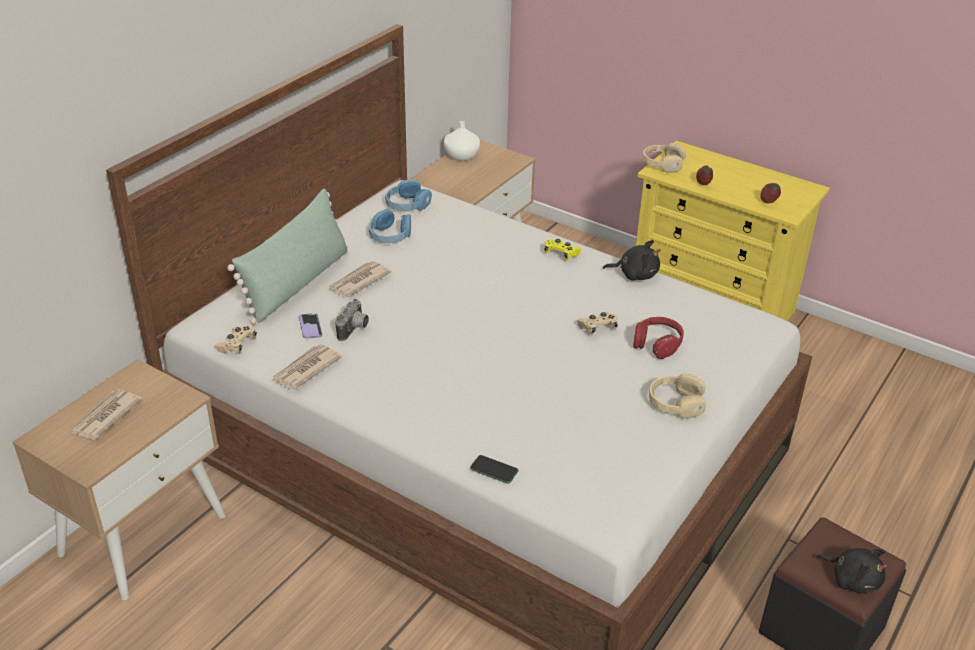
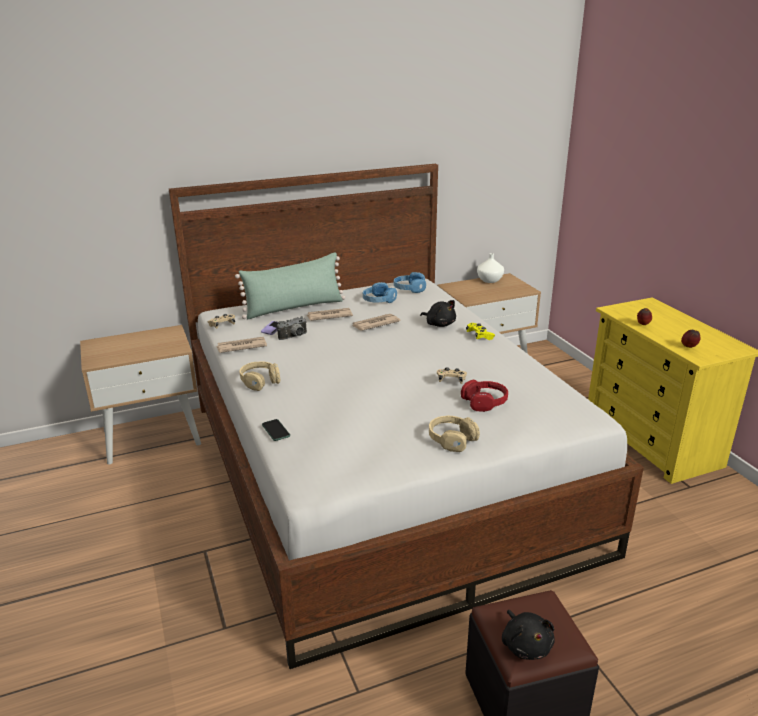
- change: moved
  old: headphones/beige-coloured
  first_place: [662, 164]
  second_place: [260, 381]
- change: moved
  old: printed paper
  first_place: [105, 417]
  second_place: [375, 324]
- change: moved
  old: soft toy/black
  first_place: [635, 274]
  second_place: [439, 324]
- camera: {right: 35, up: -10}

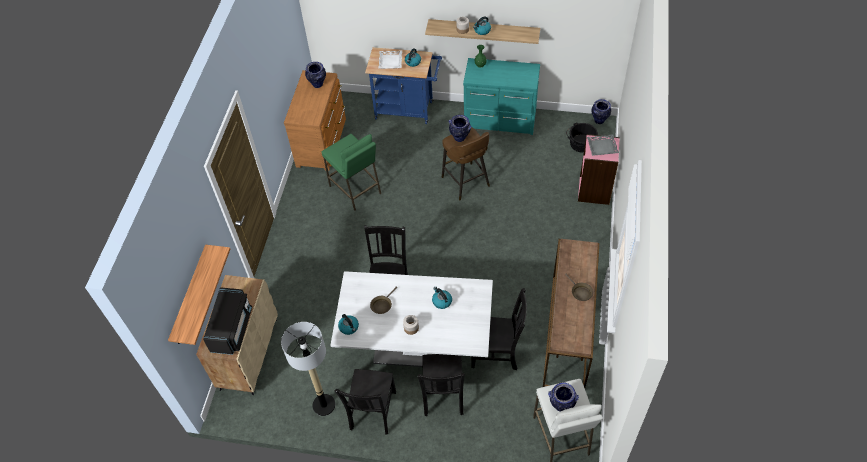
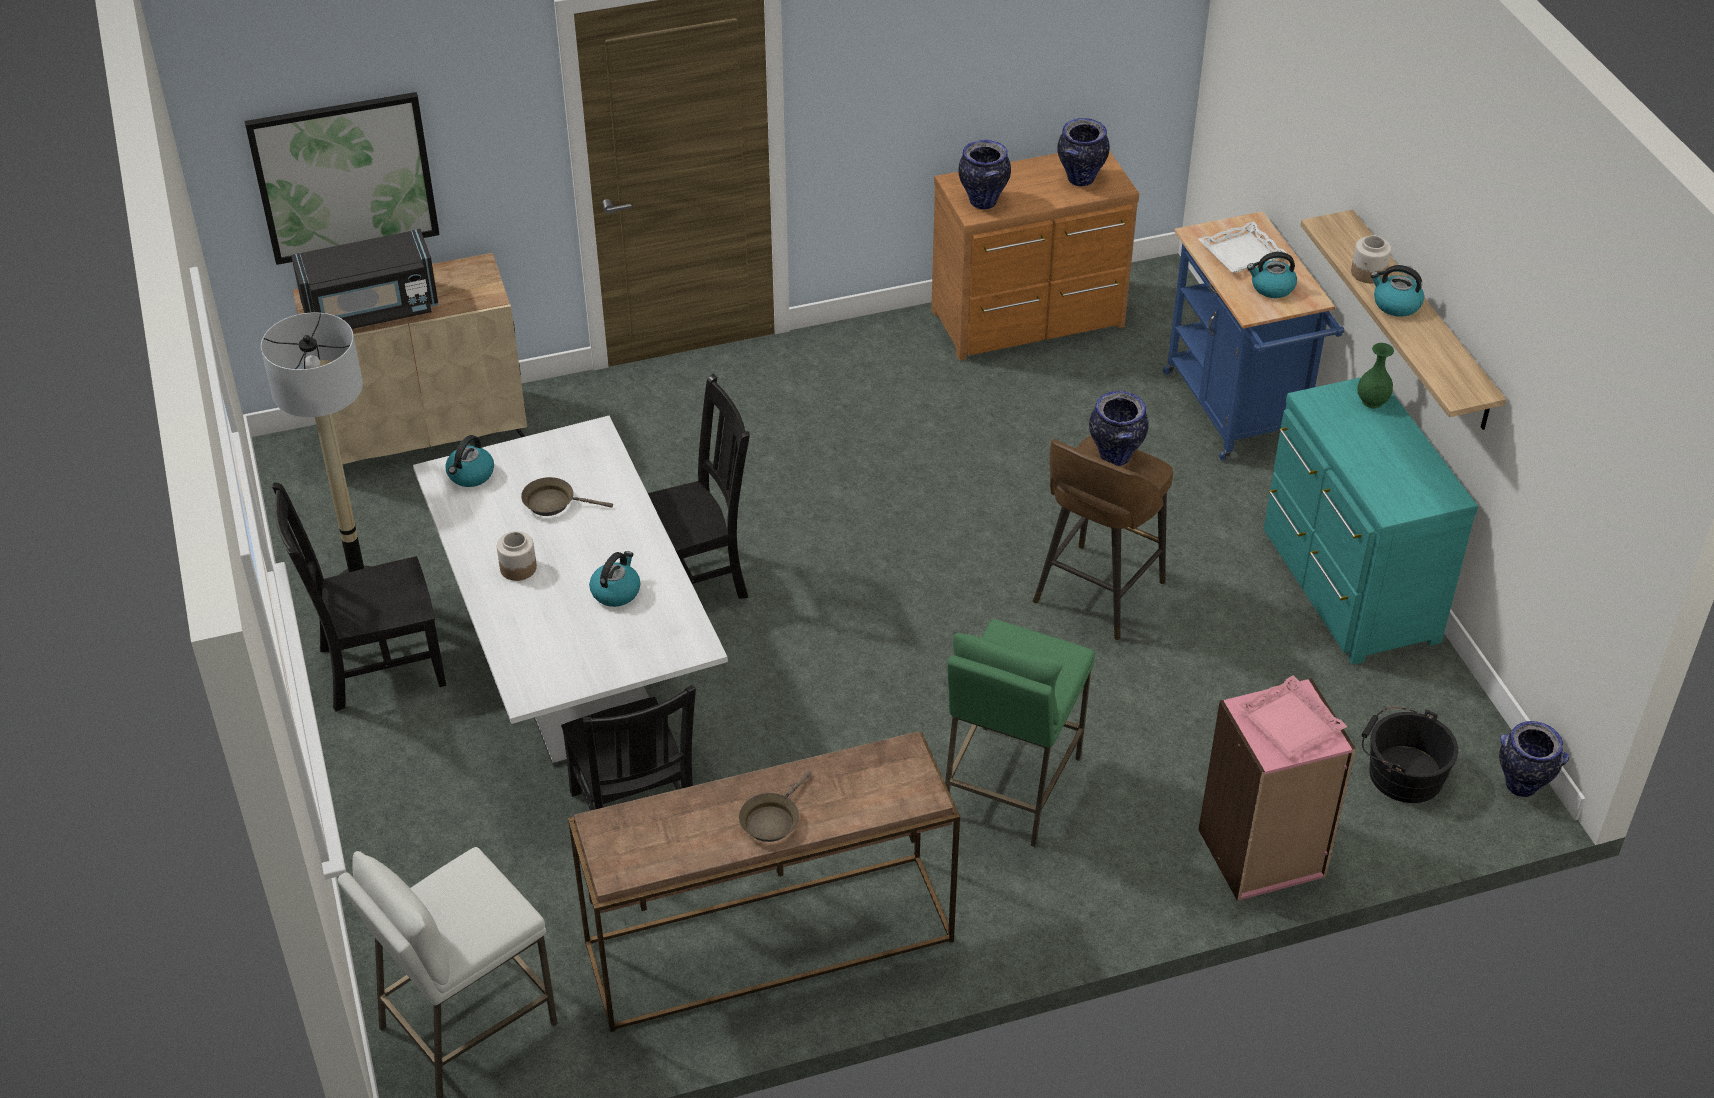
- change: replaced
  old: shelf
  new: picture
  first_place: [190, 296]
  second_place: [344, 177]
- change: moved
  old: sitting stool/greenish
  first_place: [355, 190]
  second_place: [1010, 786]
- change: moved
  old: flower vase
  first_place: [561, 406]
  second_place: [982, 202]
- change: recoloured
  old: carrying tray/grey
  new: carrying tray/pinkish
  first_place: [602, 147]
  second_place: [1289, 723]
- change: removed
  old: upright chair/black
  first_place: [443, 395]
- camera: {right: 60, up: -10}

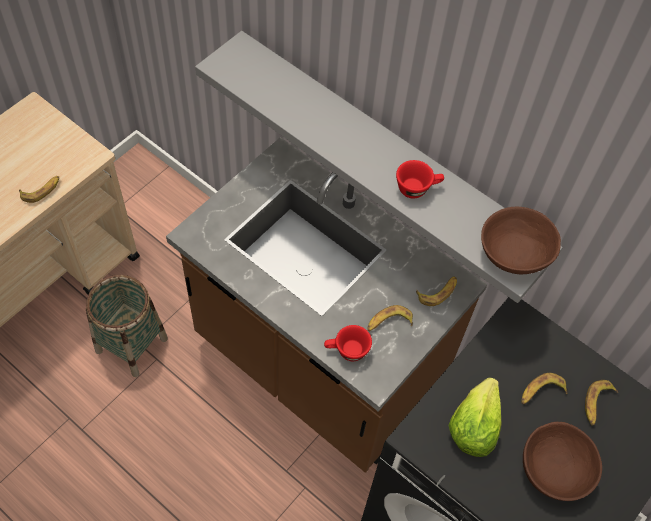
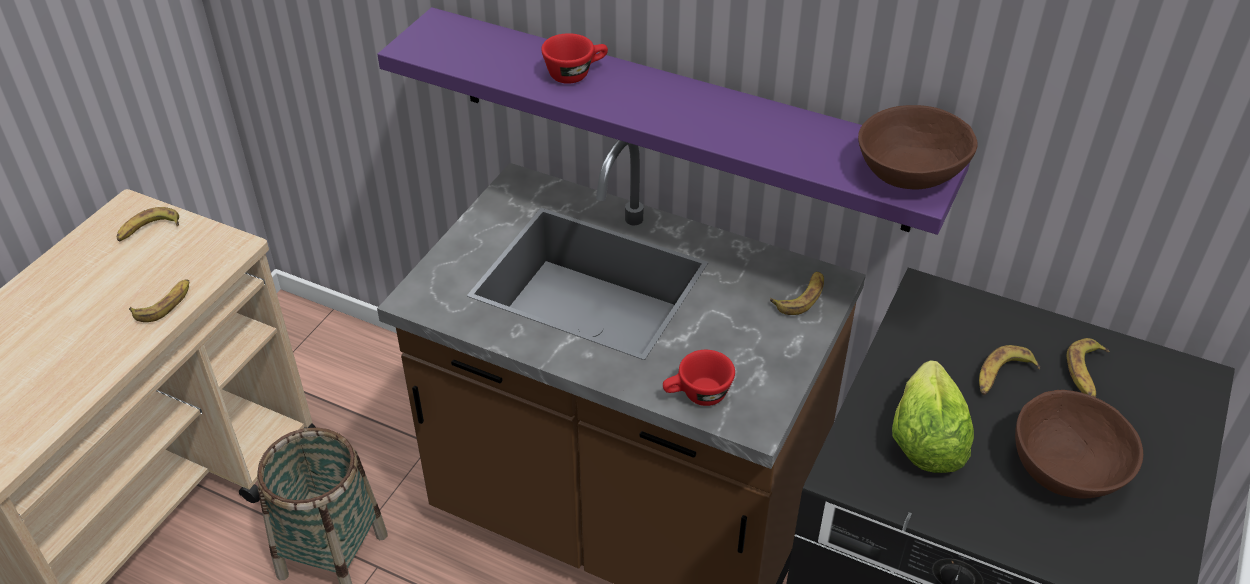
- change: moved
  old: banana fruit
  first_place: [388, 322]
  second_place: [149, 230]
- change: recoloured
  old: shelf/grey
  new: shelf/purple-coloured
  first_place: [387, 153]
  second_place: [678, 119]
- change: moved
  old: drinking cup/red
  first_place: [417, 188]
  second_place: [575, 73]
- camera: {right: -10, up: -15}

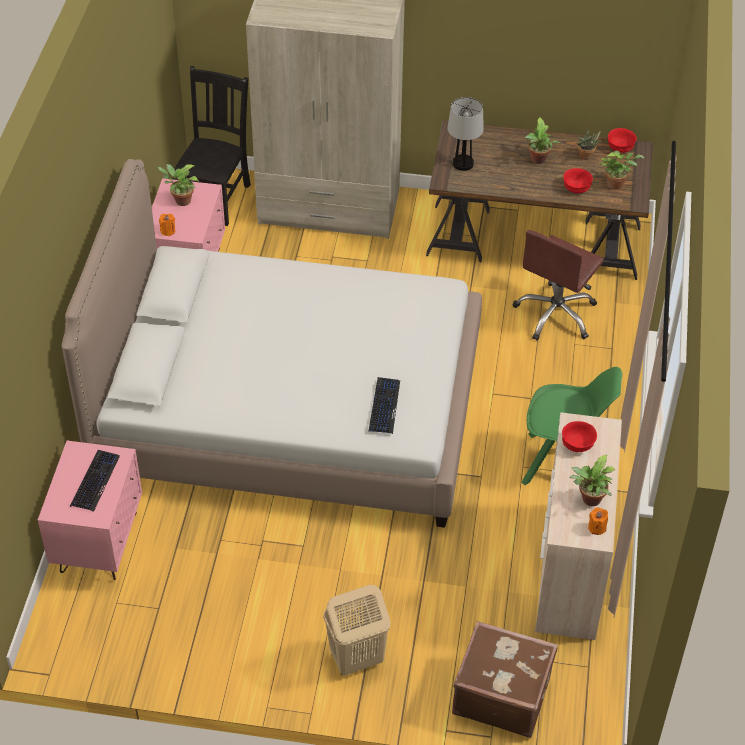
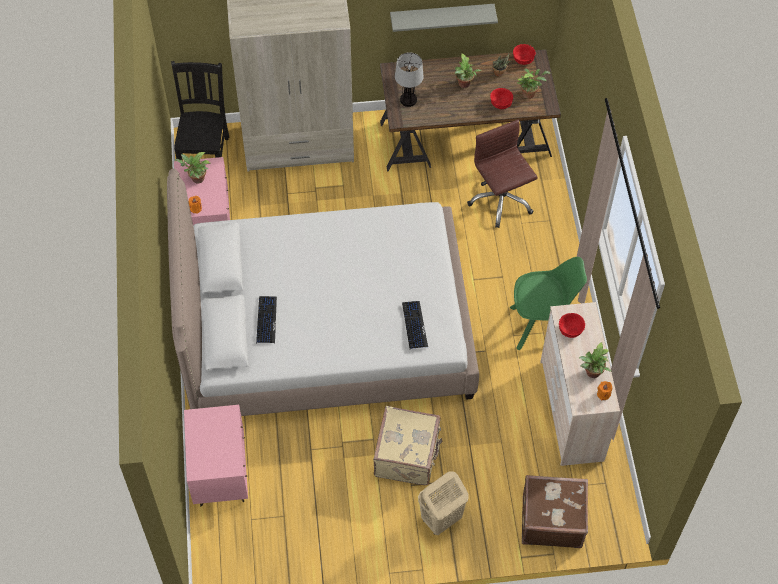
- change: moved
  old: PC keyboard
  first_place: [95, 481]
  second_place: [266, 320]
- change: added
  new: suitcase/beige-coloured
  second_place: [408, 455]
- change: added
  new: shelf/grey
  second_place: [441, 17]
- change: turned
  old: desk chair/brown
  first_place: [556, 314]
  second_place: [500, 200]
  degrees: 135
- camera: {right: -15, up: 10}

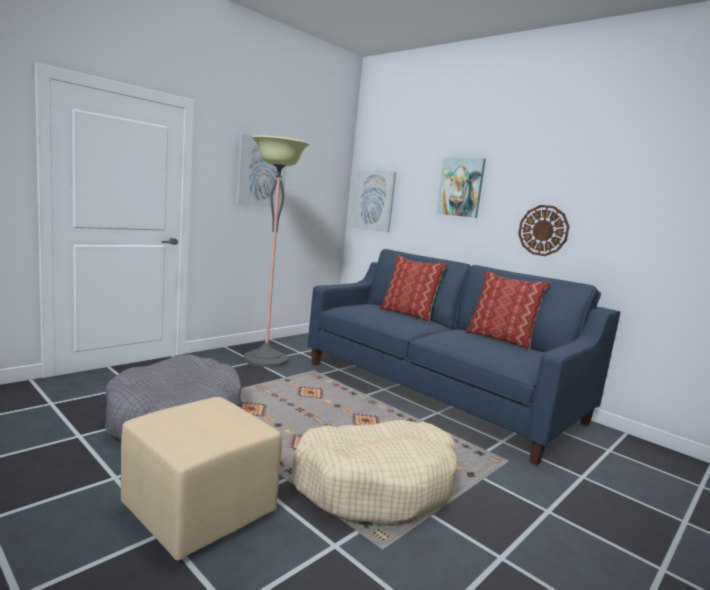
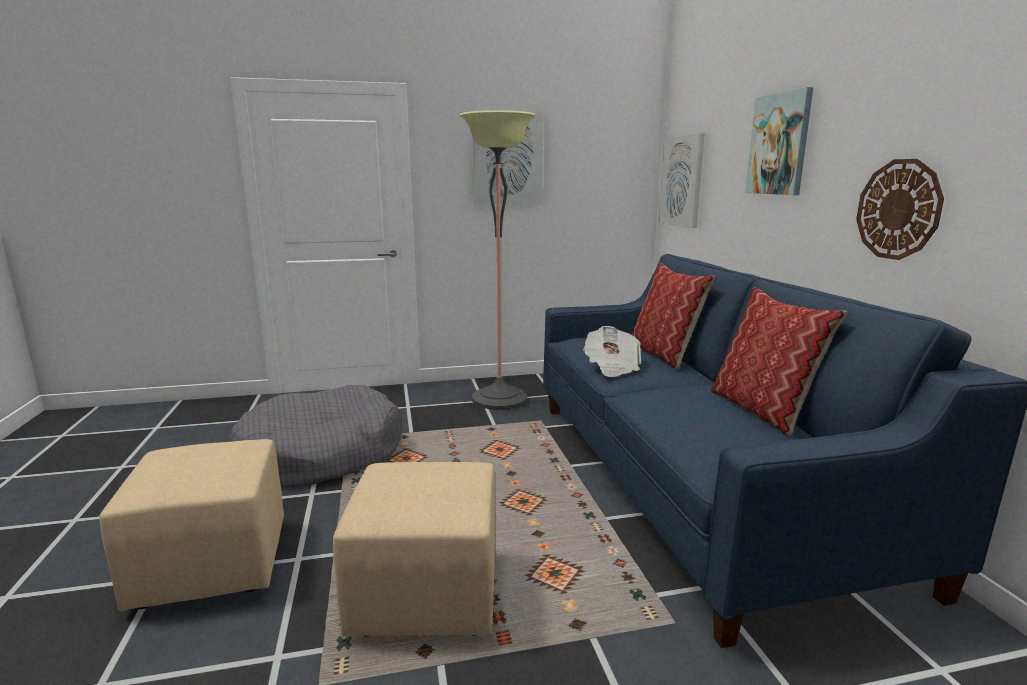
- change: replaced
  old: pet bed/beige-coloured
  new: pouffe/beige-coloured
  first_place: [376, 484]
  second_place: [424, 594]
- change: added
  new: printed paper
  second_place: [612, 367]
- camera: {right: 35, up: 5}

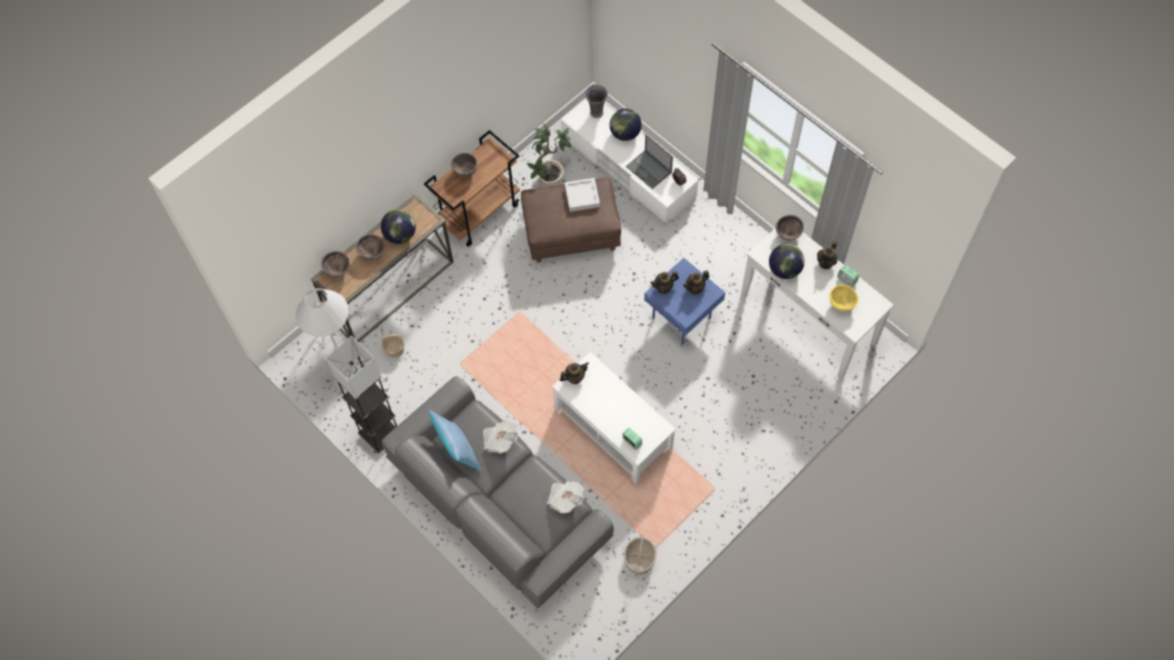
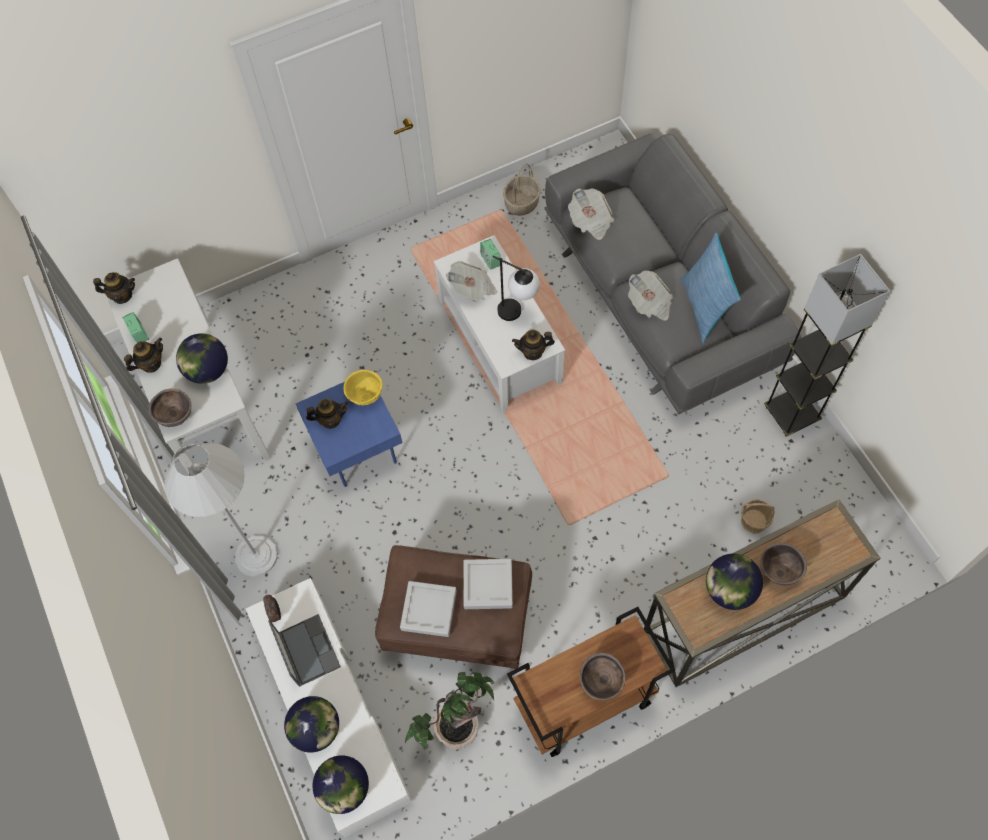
- change: moved
  old: pot for tea
  first_place: [664, 287]
  second_place: [122, 295]
- change: moved
  old: standard lamp/whitish
  first_place: [348, 376]
  second_place: [256, 556]
- change: replaced
  old: flower vase/grey
  new: world globe
  first_place: [596, 112]
  second_place: [344, 788]
- change: moved
  old: deep dish/yellow
  first_place: [841, 304]
  second_place: [365, 396]
- change: added
  new: printed paper
  second_place: [472, 289]
- change: added
  new: carrying tray/grey
  second_place: [488, 585]
- change: added
  new: table lamp
  second_place: [518, 315]
- change: removed
  old: deep dish/brown
  first_place: [338, 270]
- camera: {right: -160, up: 0}

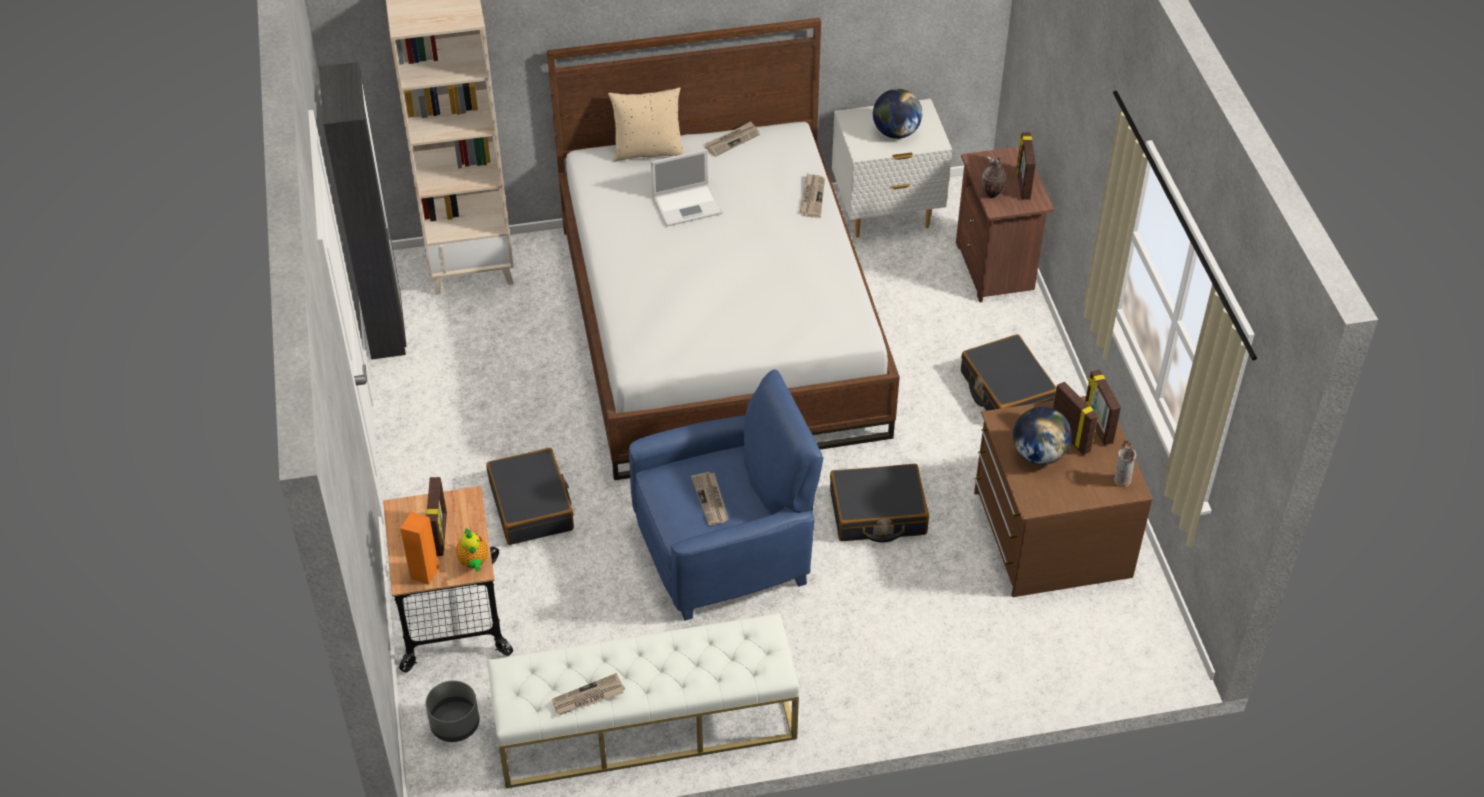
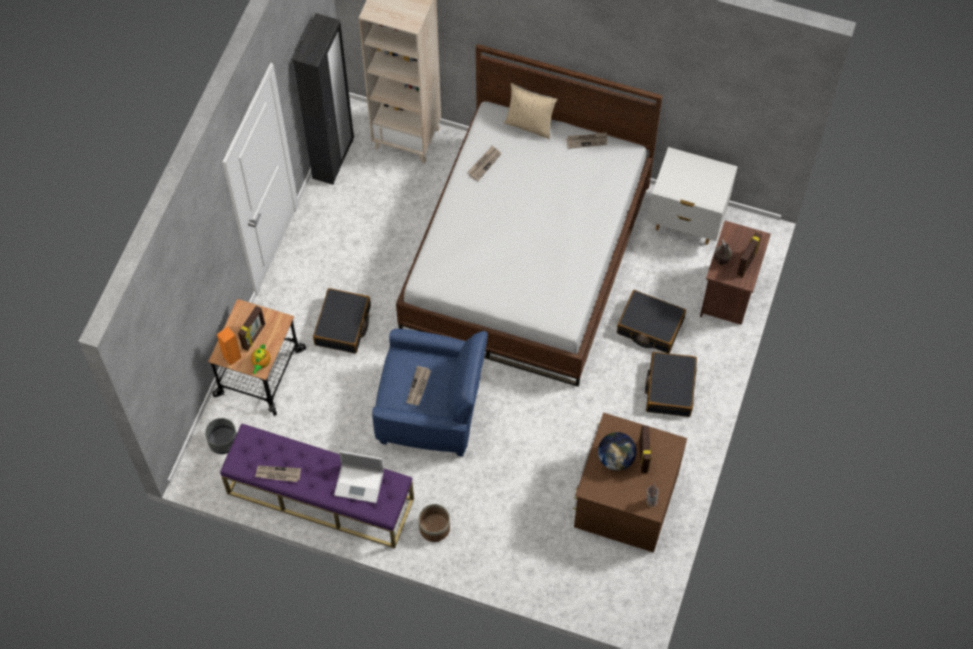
- change: recoloured
  old: indoor bench/whitish
  new: indoor bench/purple-coloured
  first_place: [645, 725]
  second_place: [320, 496]
- change: moved
  old: notebook computer
  first_place: [688, 205]
  second_place: [360, 483]
- change: added
  new: flower pot
  second_place: [434, 528]
- change: moved
  old: printed paper
  first_place: [812, 197]
  second_place: [484, 163]
- change: moved
  old: suitcase/black
  first_place: [877, 513]
  second_place: [650, 326]
- change: removed
  old: world globe
  first_place: [895, 132]
- change: removed
  old: standing frame
  first_place: [1097, 426]
- camera: {right: 30, up: 15}

